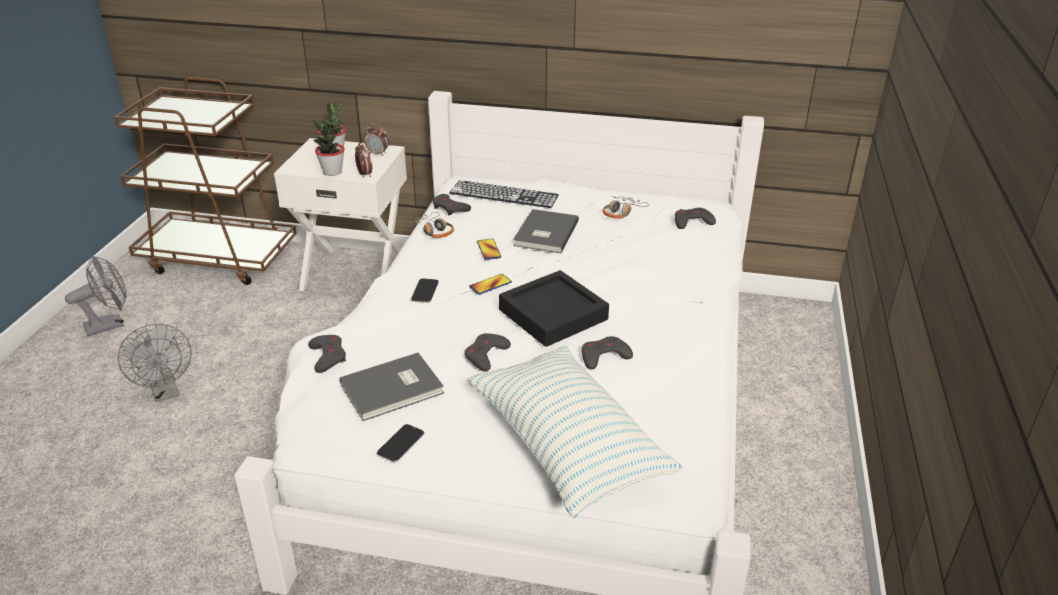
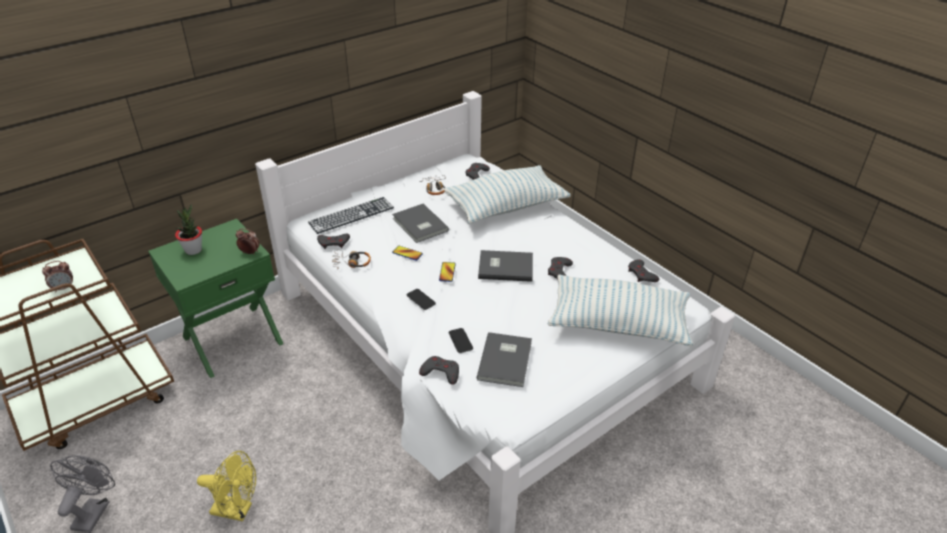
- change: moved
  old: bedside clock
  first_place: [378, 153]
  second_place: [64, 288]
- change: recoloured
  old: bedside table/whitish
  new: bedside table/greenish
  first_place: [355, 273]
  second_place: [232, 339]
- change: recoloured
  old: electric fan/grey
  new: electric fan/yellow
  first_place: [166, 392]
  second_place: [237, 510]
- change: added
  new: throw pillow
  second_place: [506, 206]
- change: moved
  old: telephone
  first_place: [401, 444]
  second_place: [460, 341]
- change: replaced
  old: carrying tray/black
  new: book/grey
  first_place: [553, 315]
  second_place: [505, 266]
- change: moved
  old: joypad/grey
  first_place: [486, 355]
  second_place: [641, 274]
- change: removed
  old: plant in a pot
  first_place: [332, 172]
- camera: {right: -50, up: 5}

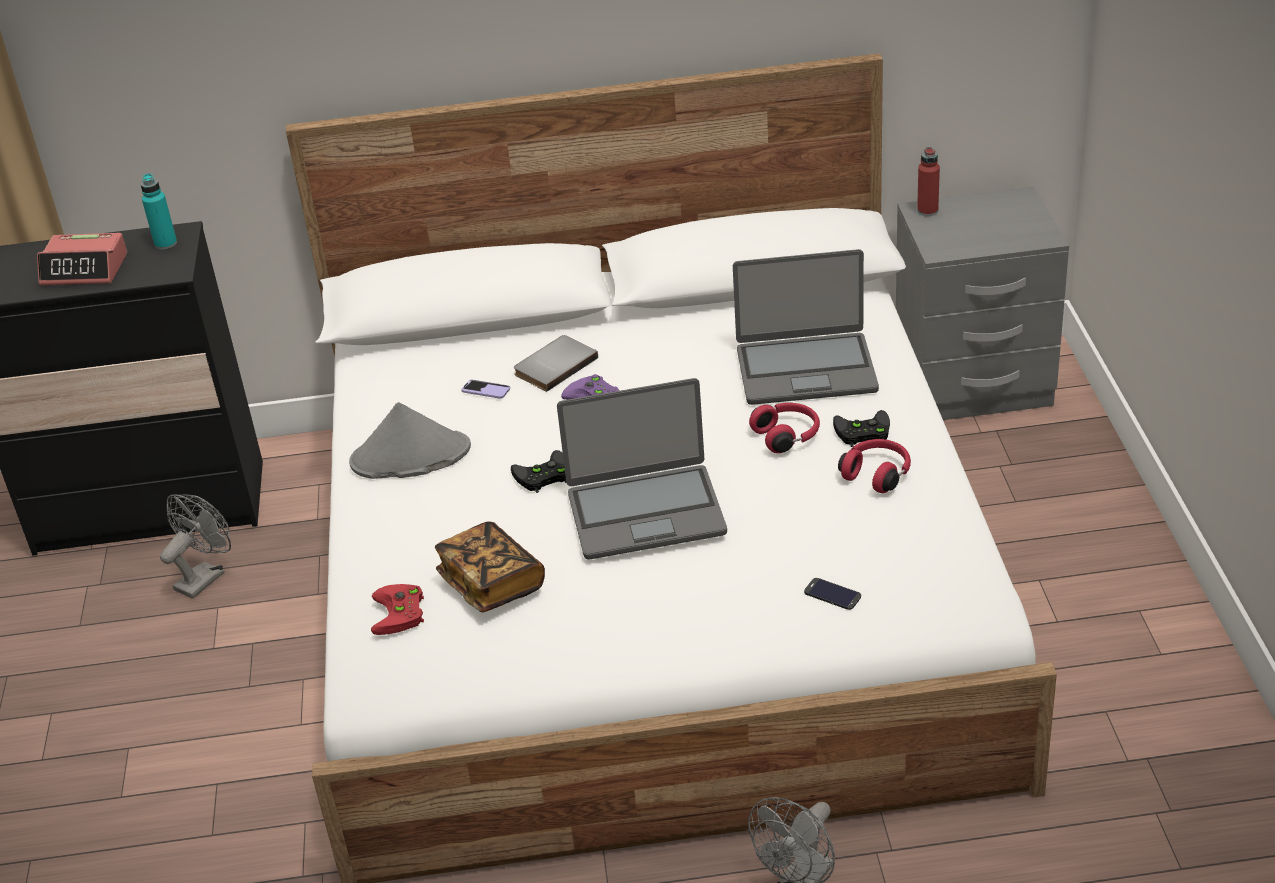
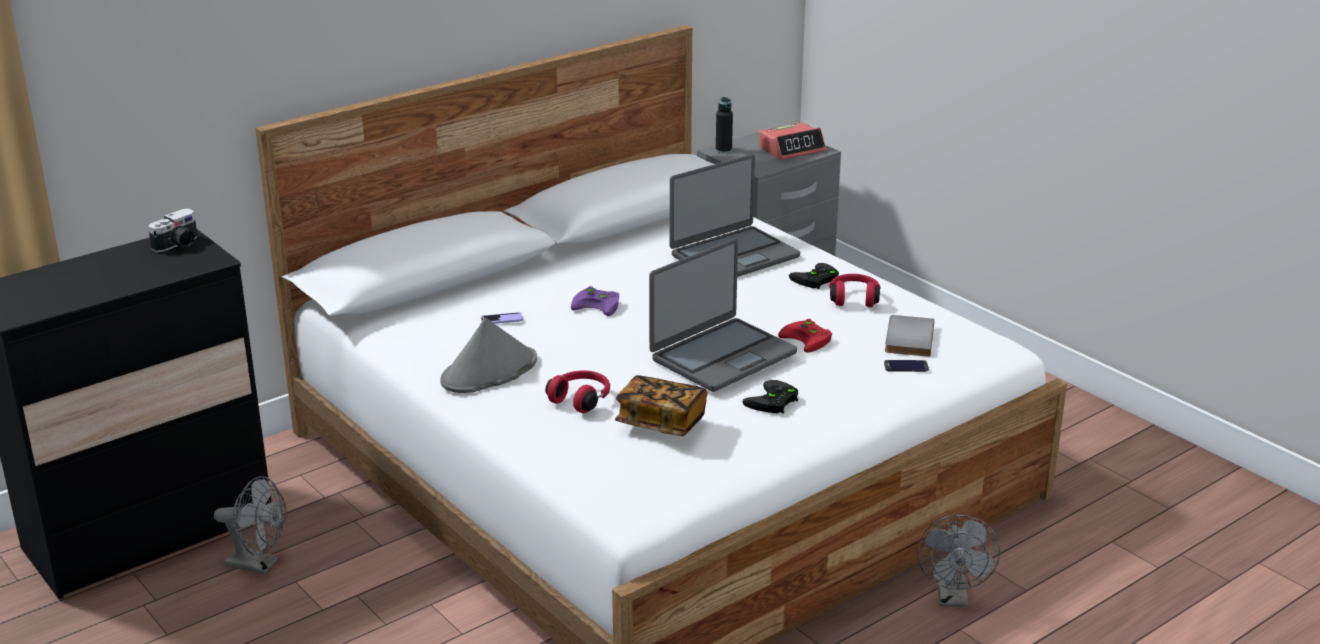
- change: replaced
  old: beverage bottle/turquoise-coloured
  new: photo camera
  first_place: [166, 244]
  second_place: [178, 245]
- change: turned
  old: electric fan/grey
  first_place: [205, 576]
  second_place: [259, 564]
  degrees: 105
- change: moved
  old: headphones/red
  first_place: [787, 436]
  second_place: [581, 399]
- change: recoloured
  old: beverage bottle/red
  new: beverage bottle/black
  first_place: [927, 211]
  second_place: [723, 150]
- change: moved
  old: joypad/black
  first_place: [542, 476]
  second_place: [773, 402]
- change: moved
  old: bedside clock
  first_place: [85, 269]
  second_place: [792, 149]
- change: moved
  old: joypad/red
  first_place: [400, 613]
  second_place: [809, 339]
- change: moved
  old: book/grey
  first_place: [554, 365]
  second_place: [907, 338]
- camera: {right: -35, up: -10}

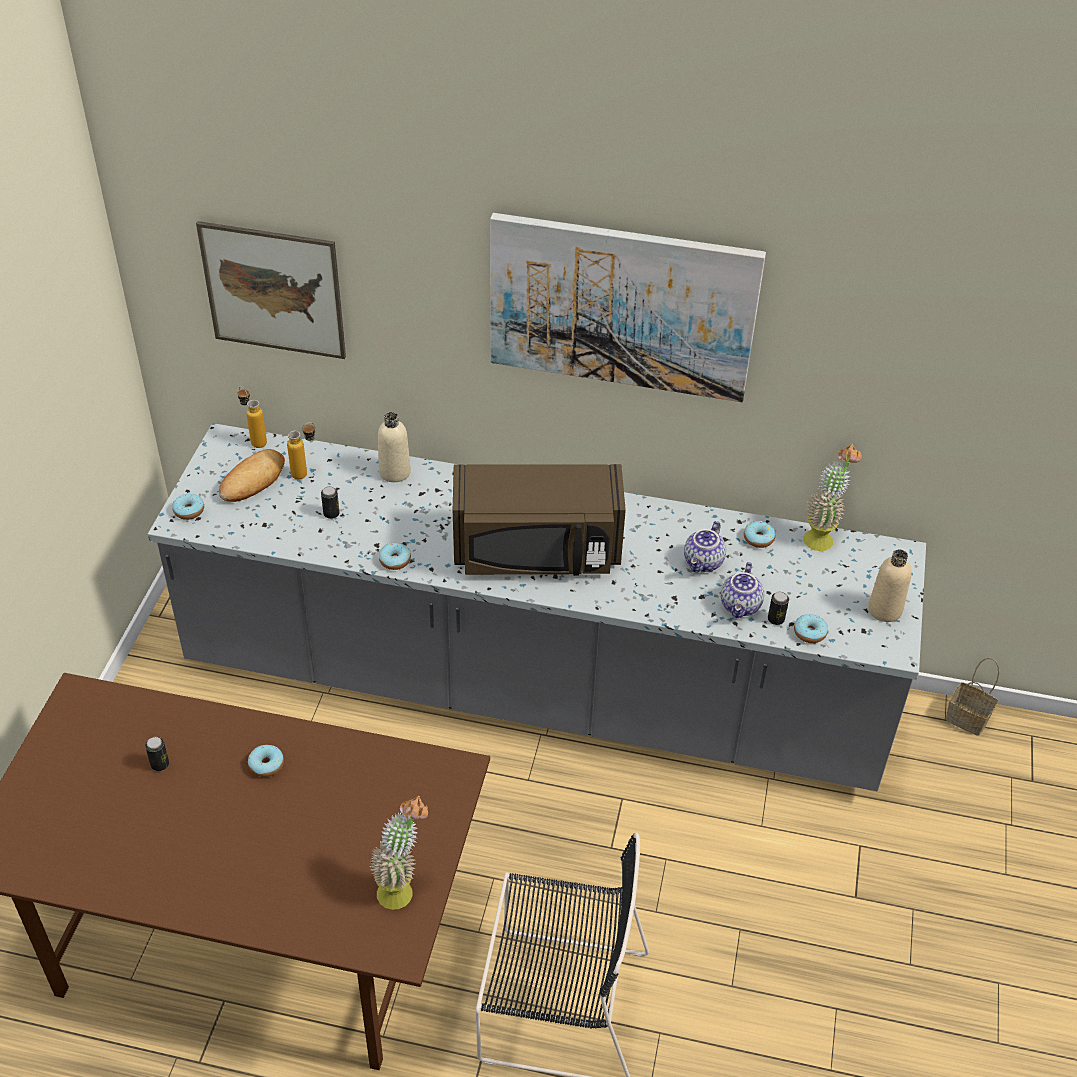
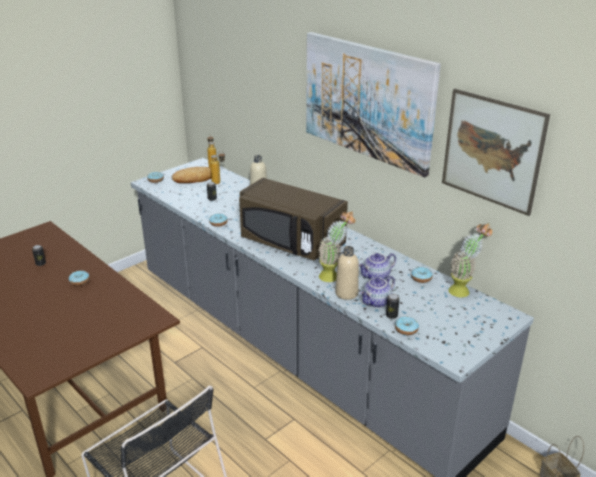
- change: moved
  old: plant in a pot
  first_place: [402, 888]
  second_place: [334, 276]
- change: moved
  old: beverage bottle/beige-coloured
  first_place: [885, 610]
  second_place: [346, 293]
- change: moved
  old: picture
  first_place: [273, 290]
  second_place: [492, 151]
- camera: {right: 35, up: -15}

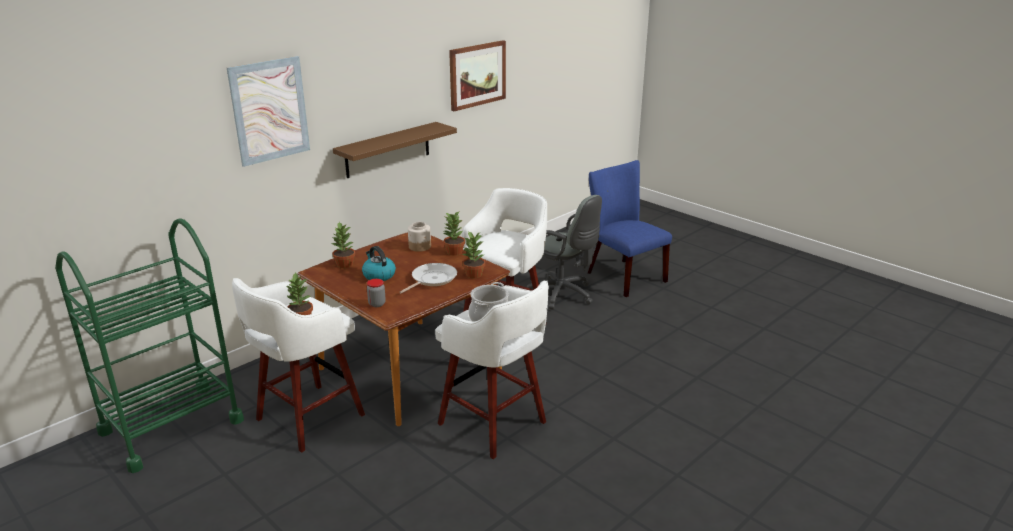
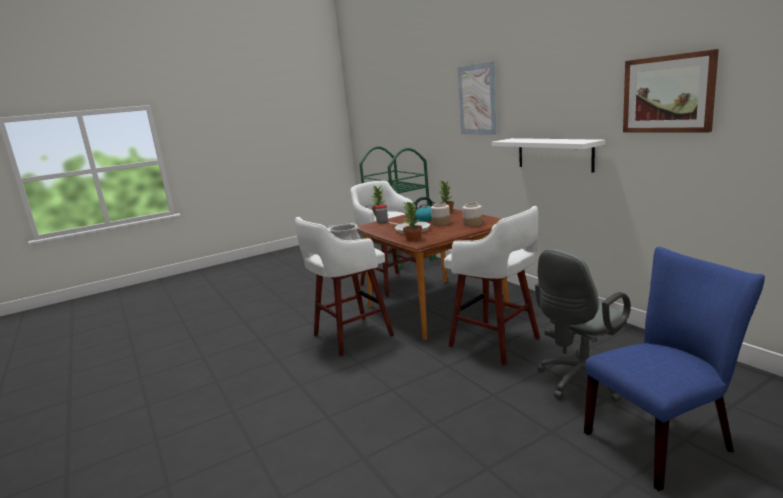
- change: added
  new: jar
  second_place: [440, 223]
- change: recoloured
  old: shelf/brown
  new: shelf/whitish
  first_place: [388, 150]
  second_place: [554, 154]
- change: removed
  old: plant in a pot
  first_place: [454, 252]
- camera: {right: 105, up: -10}

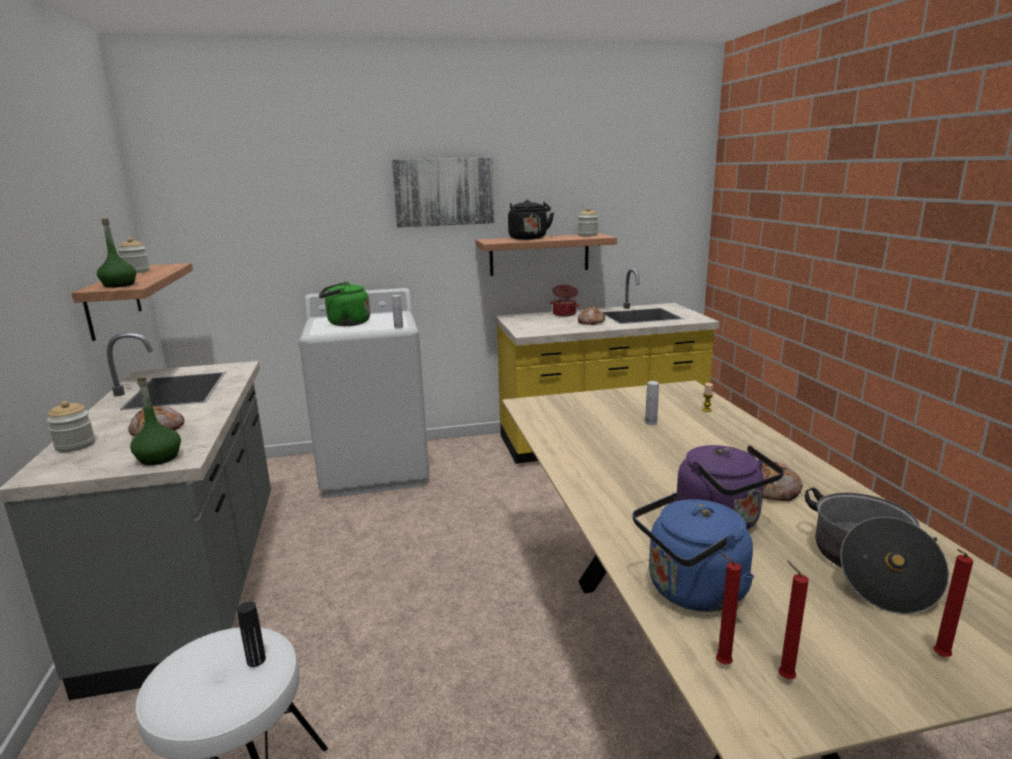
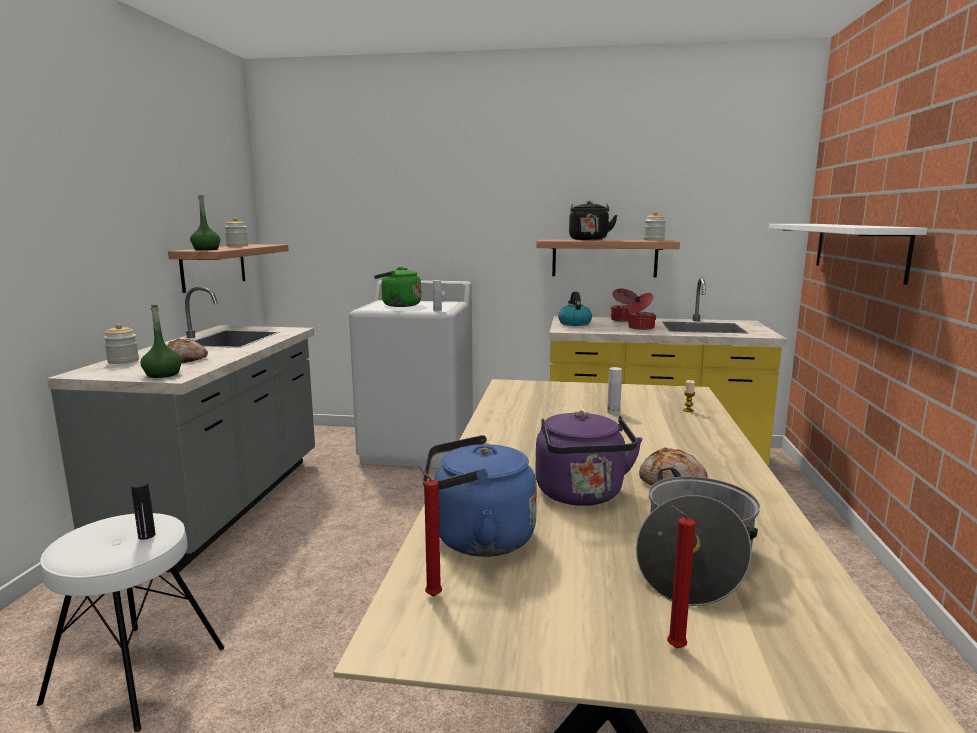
- change: added
  new: water kettle
  second_place: [574, 323]
- change: replaced
  old: bread
  new: saucepot
  first_place: [590, 322]
  second_place: [640, 328]
- change: added
  new: shelf/whitish
  second_place: [858, 249]
- change: removed
  old: picture
  first_place: [444, 192]
- change: removed
  old: wax light/red
  first_place: [783, 677]
- camera: {right: 20, up: -5}

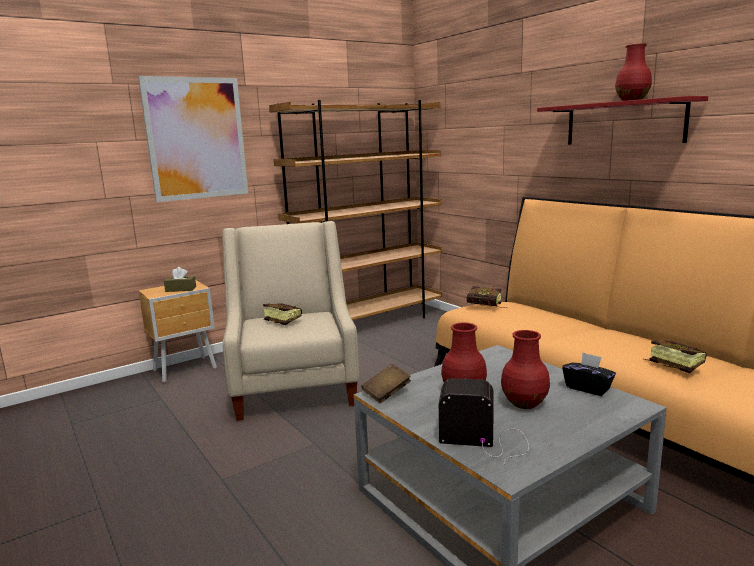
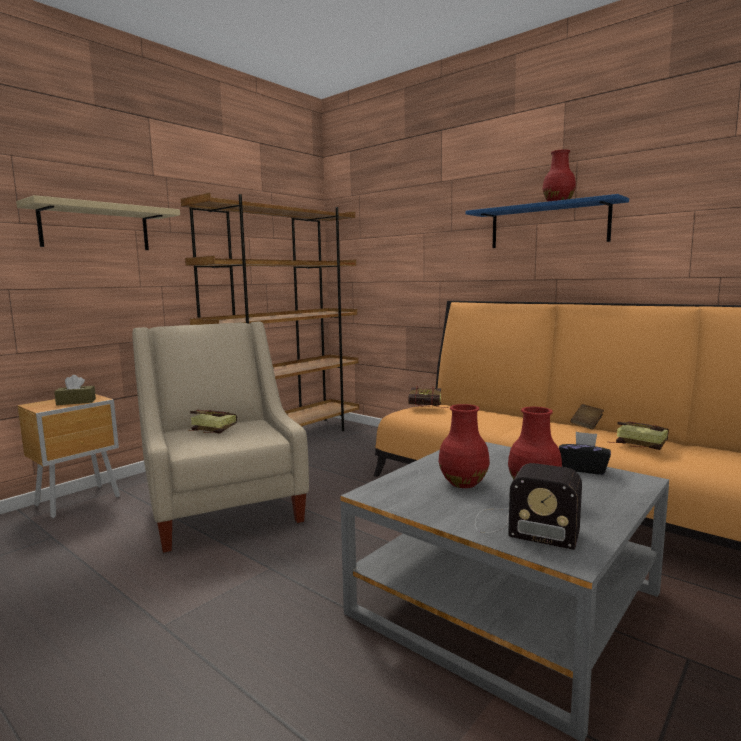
- change: replaced
  old: picture
  new: shelf/beige-coloured
  first_place: [196, 139]
  second_place: [95, 228]
- change: recoloured
  old: shelf/red
  new: shelf/blue
  first_place: [623, 123]
  second_place: [548, 225]
- change: turned
  old: radio
  first_place: [486, 439]
  second_place: [521, 527]
  degrees: -150
- change: moved
  old: book/brown
  first_place: [386, 393]
  second_place: [587, 425]
- camera: {right: -15, up: -5}

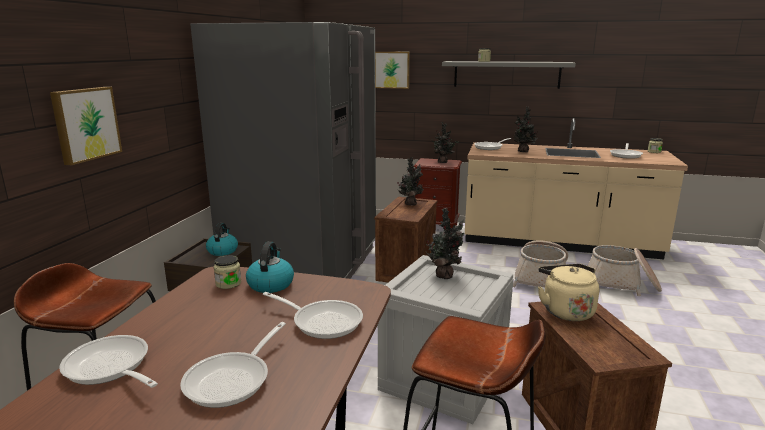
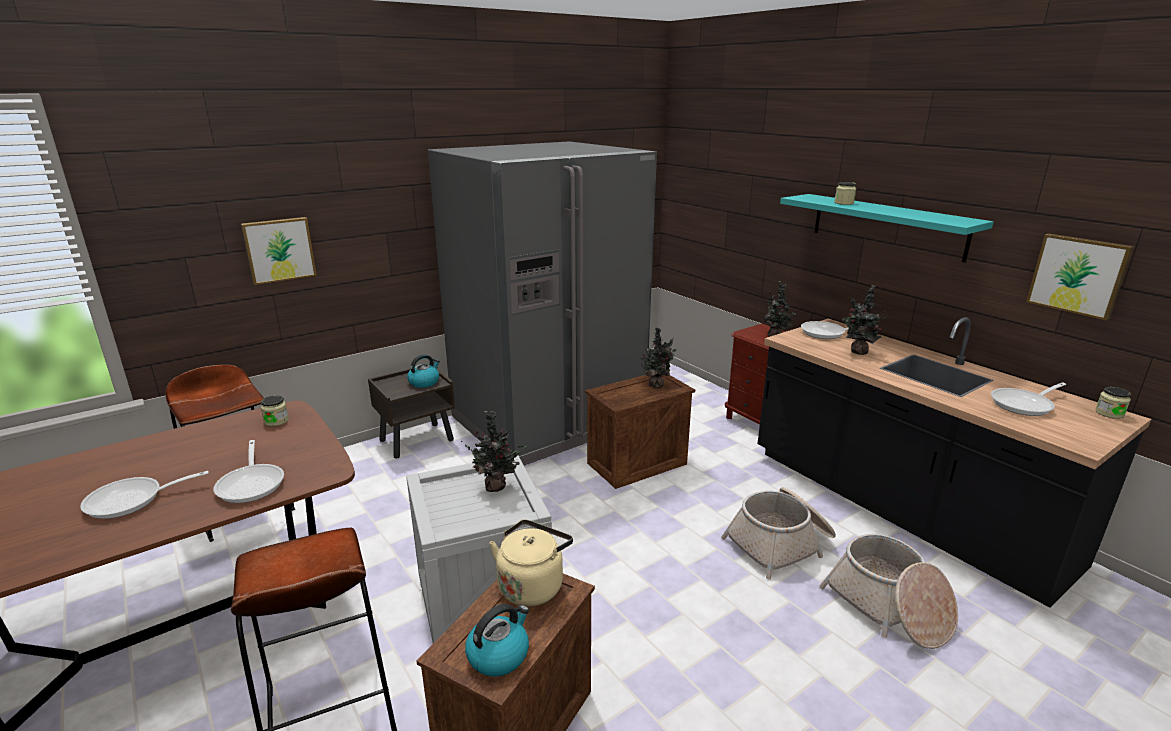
- change: moved
  old: water kettle
  first_place: [270, 284]
  second_place: [499, 655]
- change: recoloured
  old: counter/beige-coloured
  new: counter/black
  first_place: [559, 243]
  second_place: [900, 506]
- change: recoloured
  old: shelf/grey
  new: shelf/turquoise-coloured
  first_place: [506, 74]
  second_place: [887, 226]
- change: moved
  old: picture
  first_place: [392, 70]
  second_place: [1078, 275]
- change: removed
  old: pan
  first_place: [110, 368]
- camera: {right: 40, up: 5}

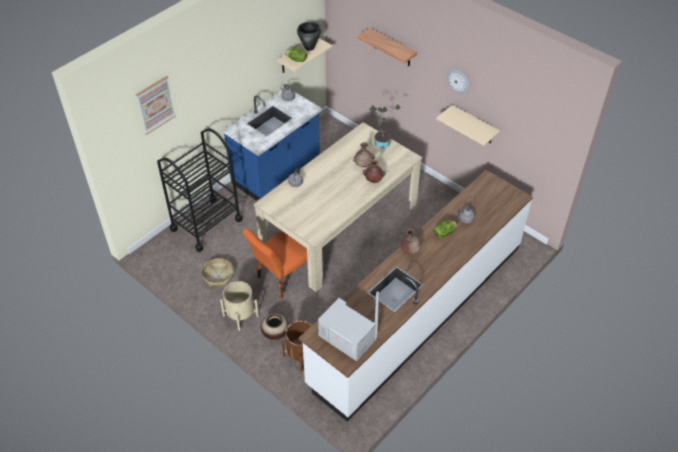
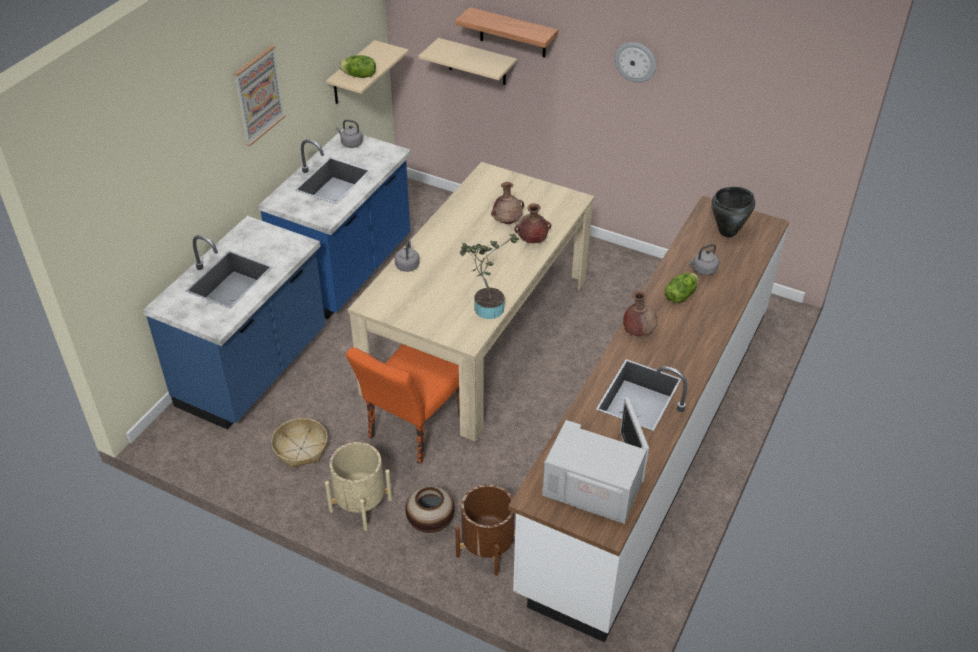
- change: replaced
  old: cart/black
  new: counter/blue
  first_place: [206, 224]
  second_place: [254, 370]
- change: moved
  old: picture
  first_place: [155, 105]
  second_place: [258, 95]
- change: moved
  old: shelf/beige-coloured
  first_place: [474, 125]
  second_place: [477, 62]
- change: moved
  old: plant in a pot
  first_place: [380, 141]
  second_place: [486, 307]
- change: moved
  old: saucepot/black
  first_place: [309, 48]
  second_place: [728, 232]
- camera: {right: -15, up: -5}

